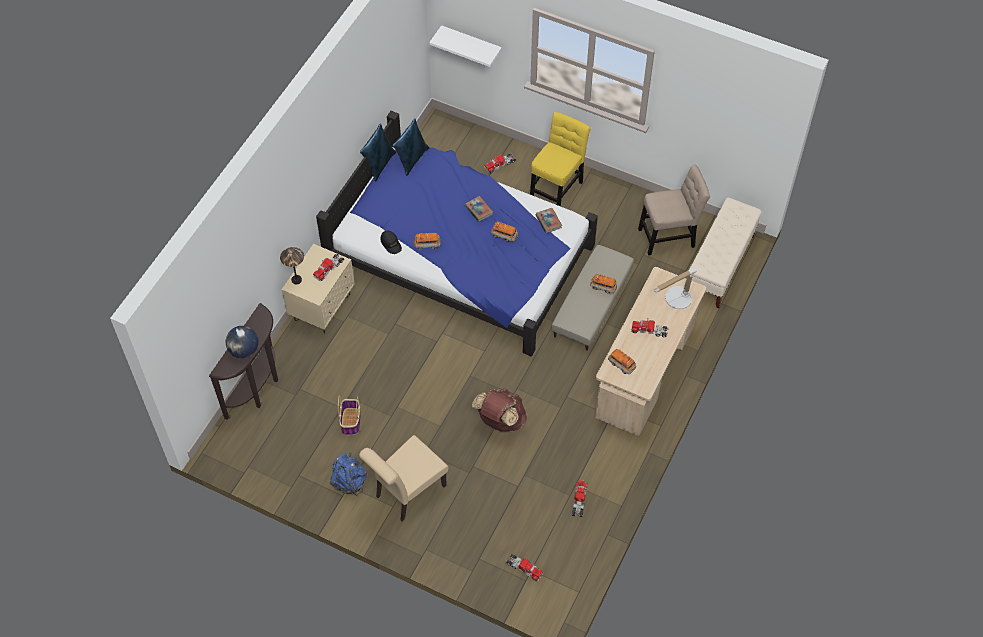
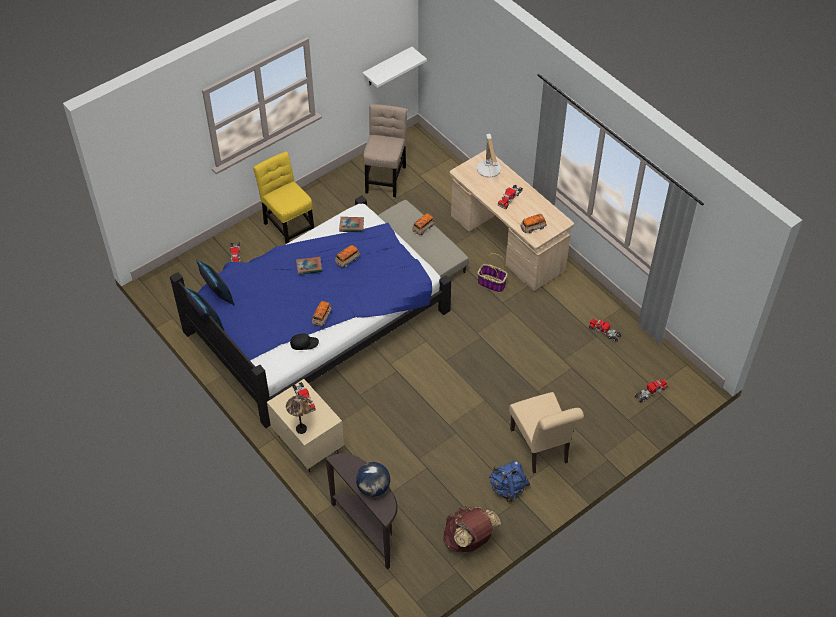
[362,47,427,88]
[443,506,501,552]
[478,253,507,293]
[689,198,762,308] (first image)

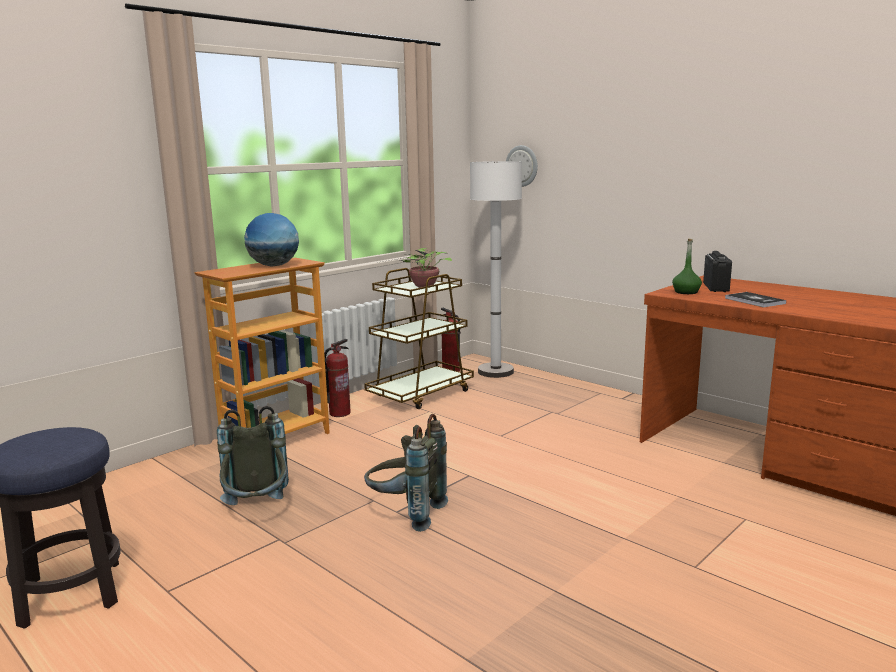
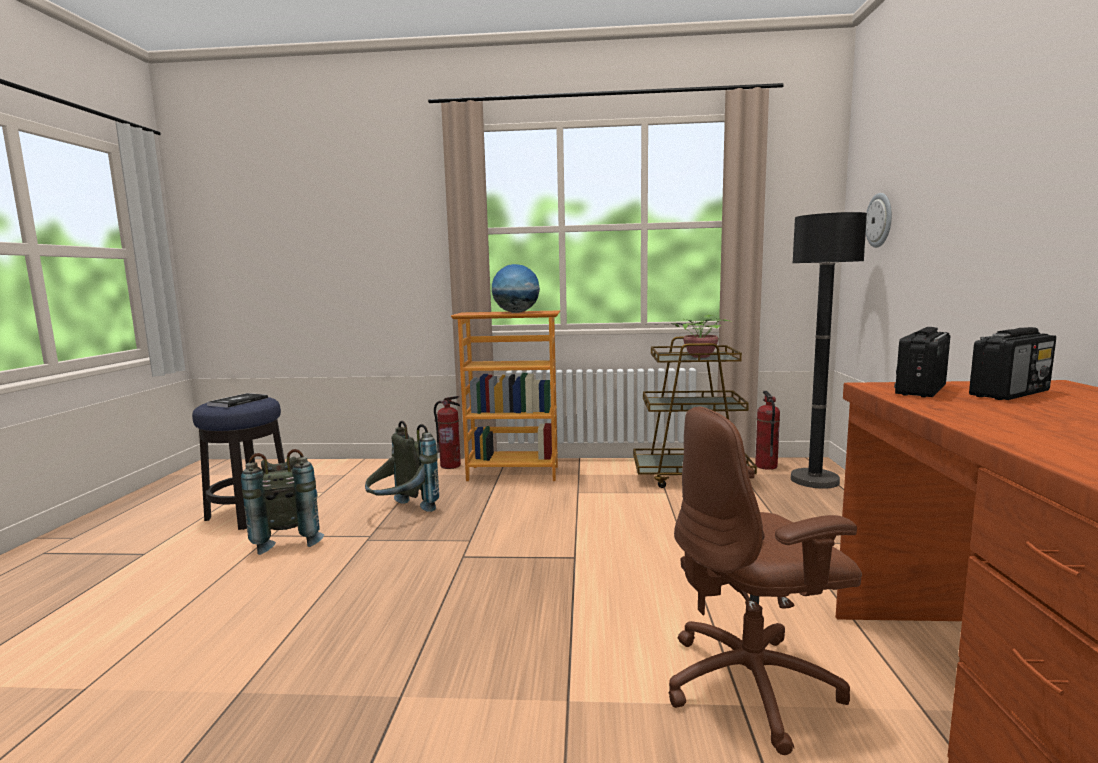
[207,393,268,408]
[241,449,324,555]
[434,396,461,469]
[669,406,862,755]
[791,212,867,489]
[894,327,950,398]

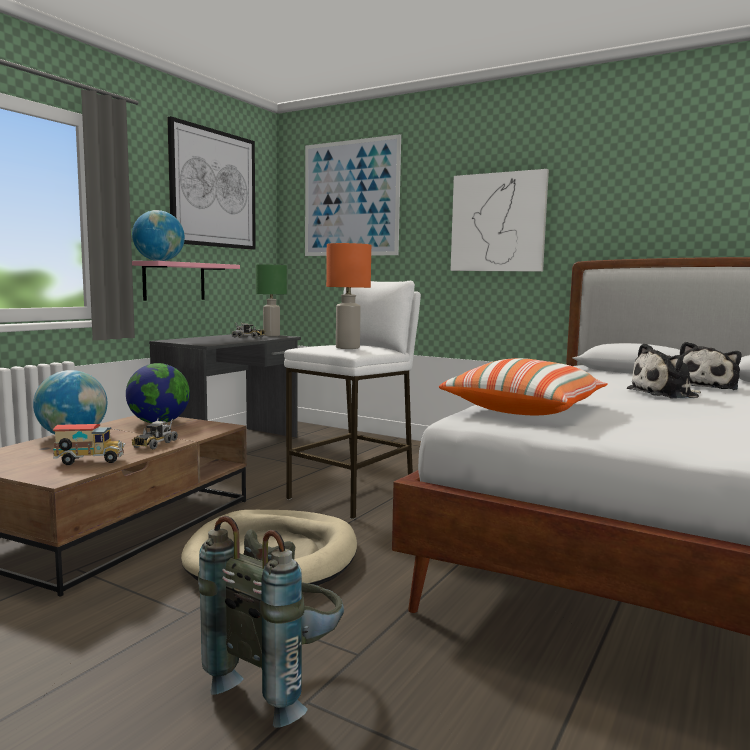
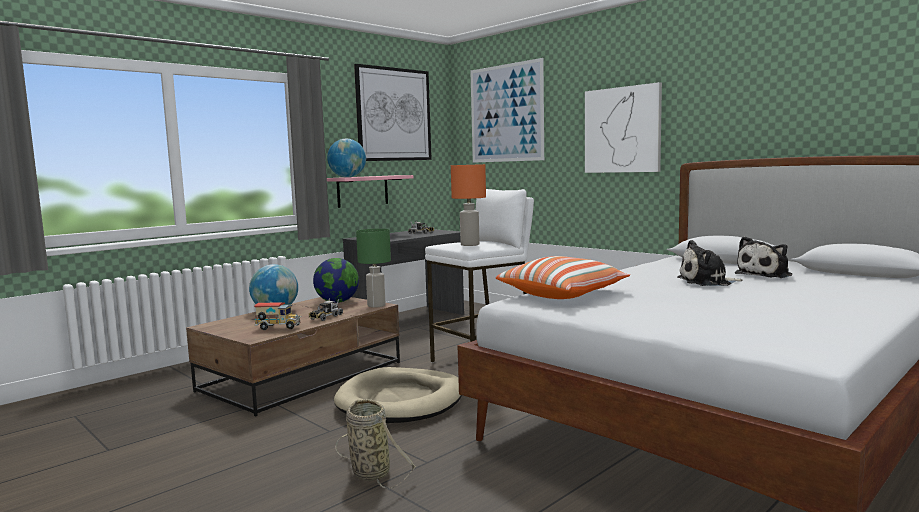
[335,399,416,488]
[356,229,391,308]

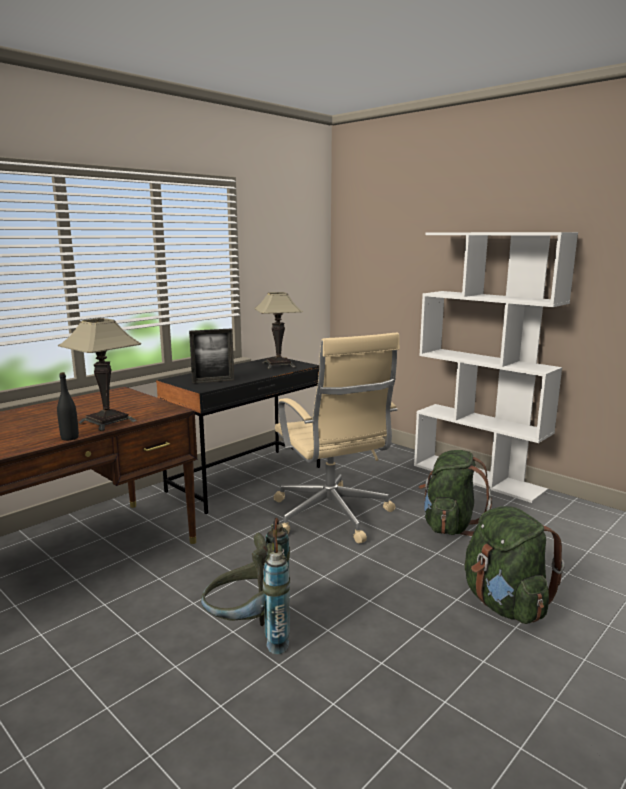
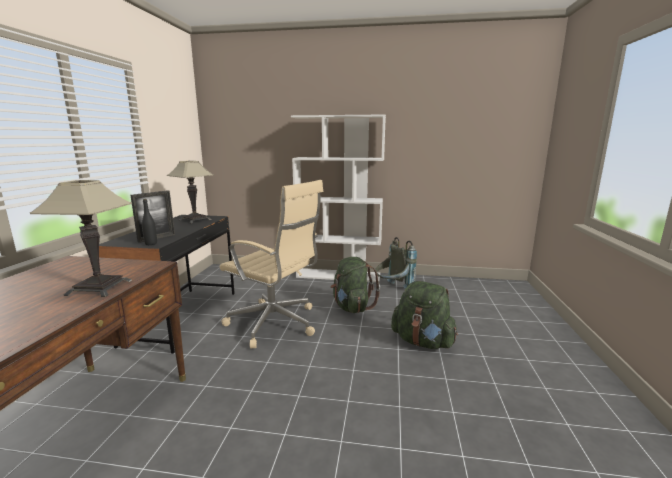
[142,199,157,245]
[375,237,417,289]

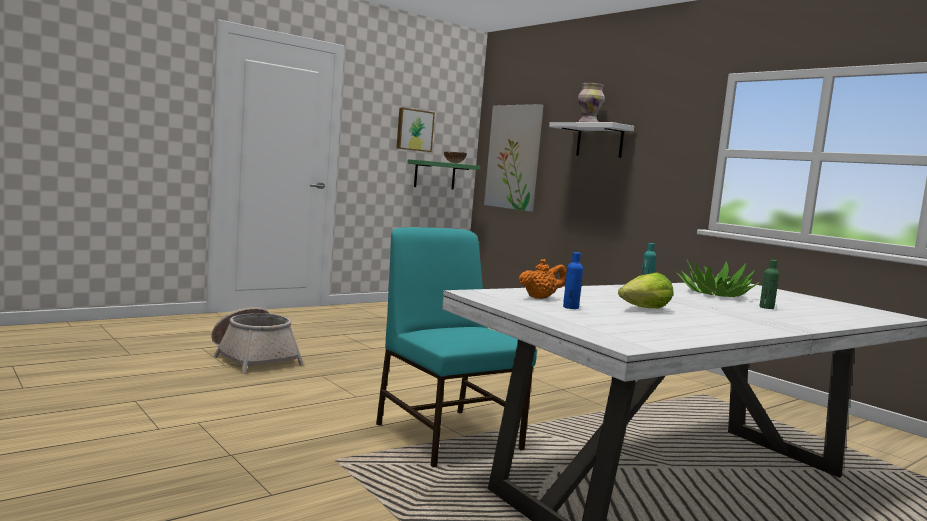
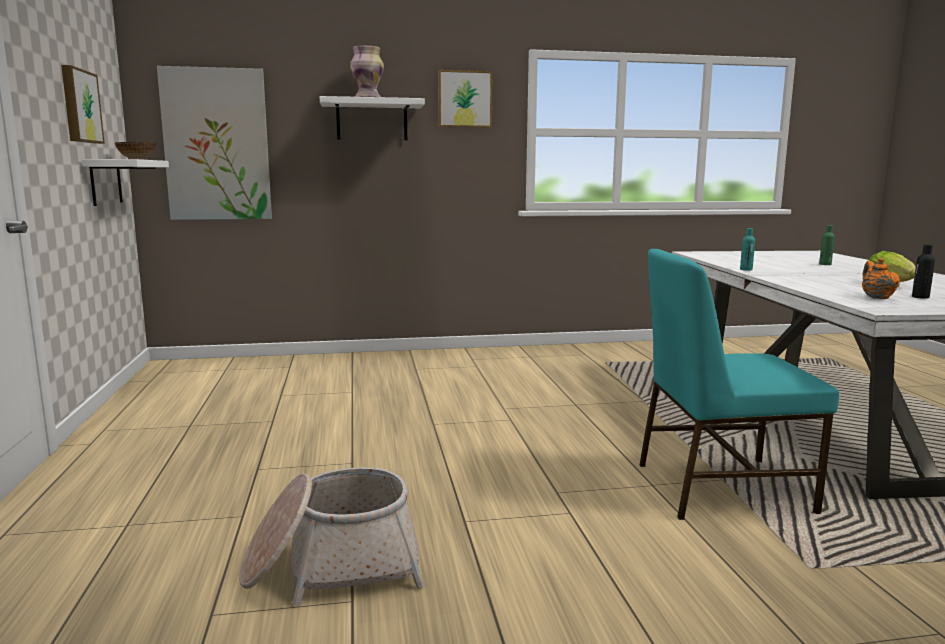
[82,159,169,206]
[438,70,492,128]
[912,244,935,299]
[676,259,760,297] (first image)

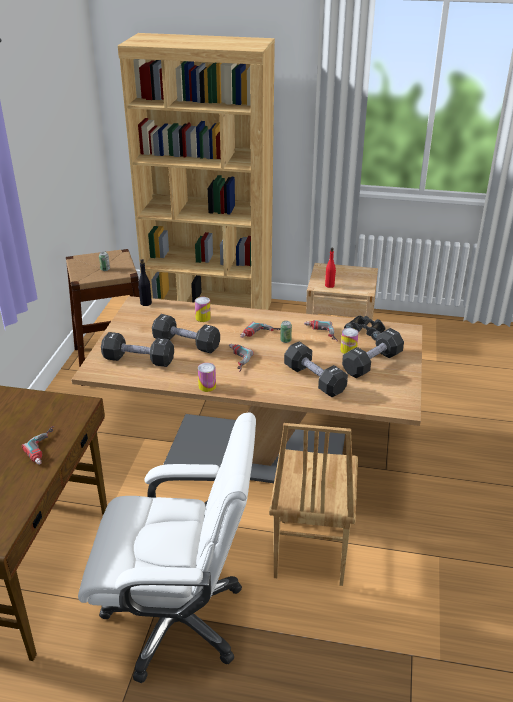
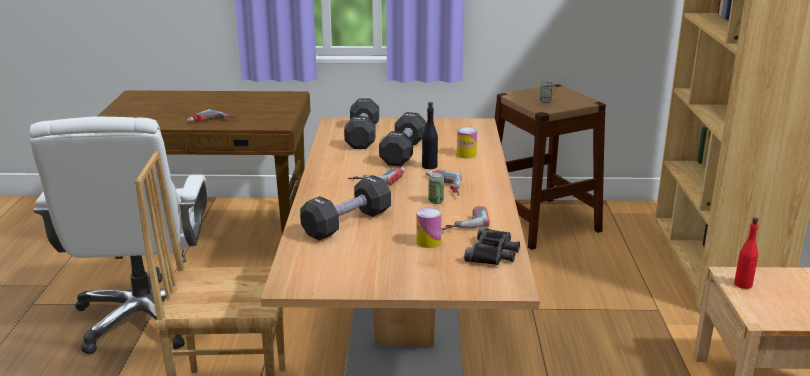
[422,102,438,169]
[198,363,216,392] (first image)
[342,328,404,378] (first image)

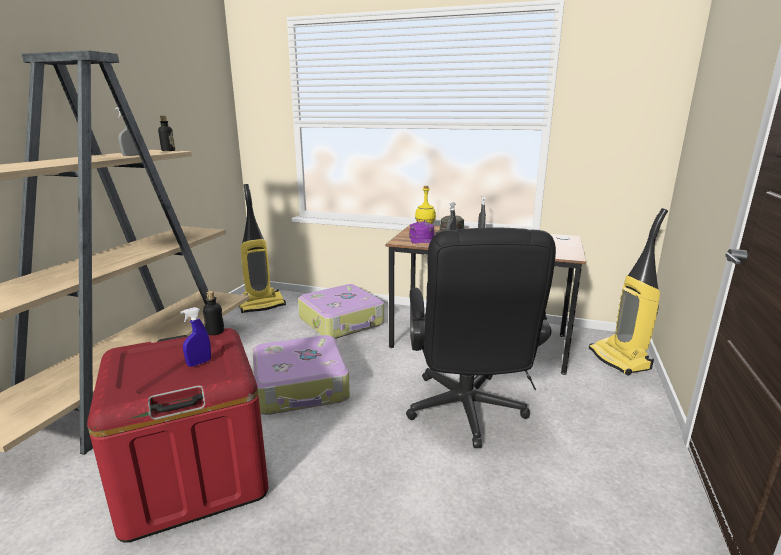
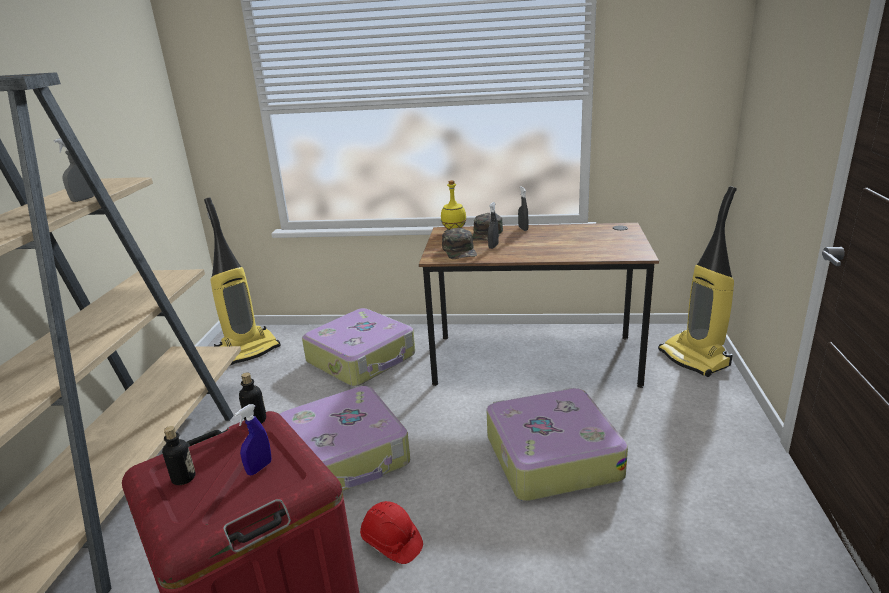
[162,426,196,485]
[360,501,423,564]
[442,228,477,259]
[486,388,628,501]

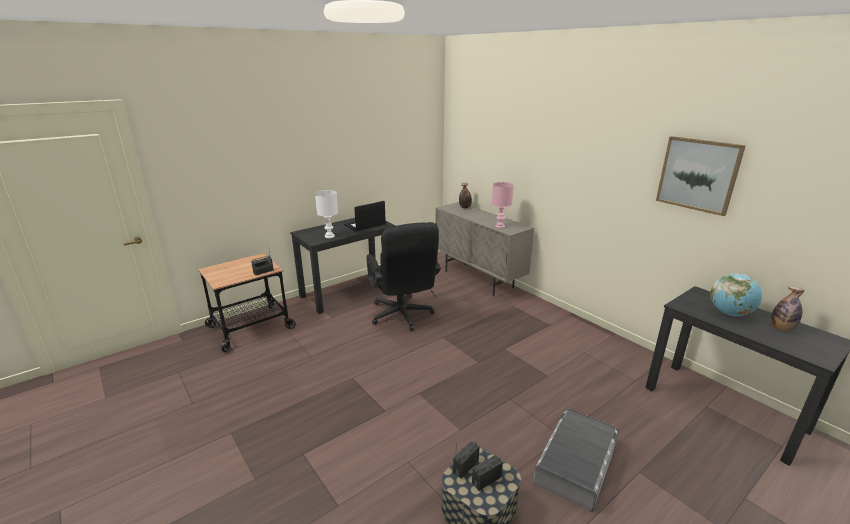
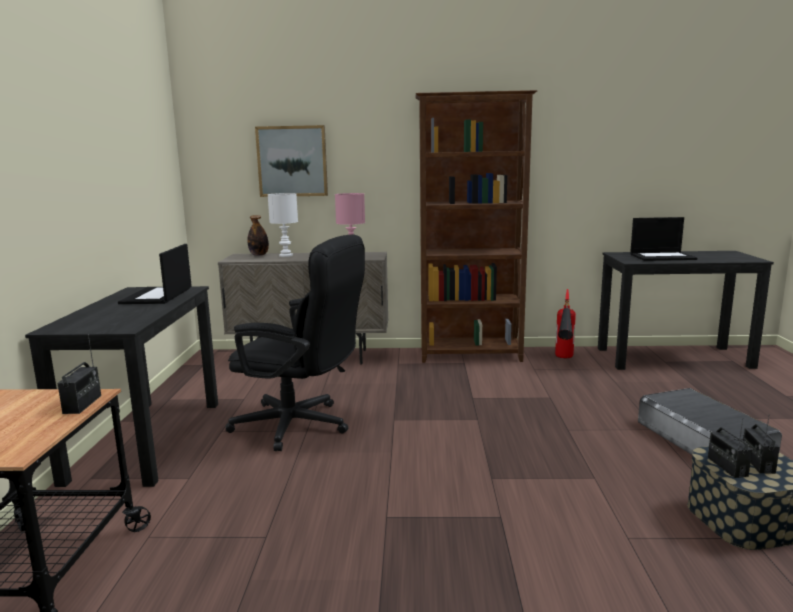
[255,125,328,197]
[268,193,298,257]
[416,90,537,363]
[555,289,576,358]
[630,217,697,261]
[771,286,804,331] (first image)

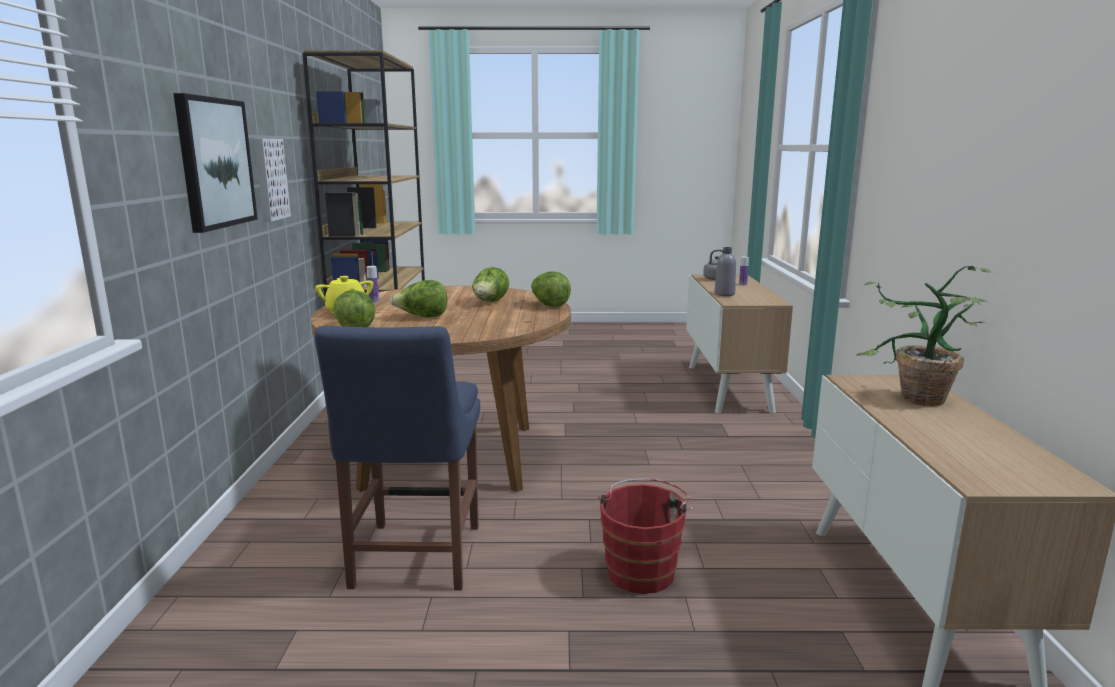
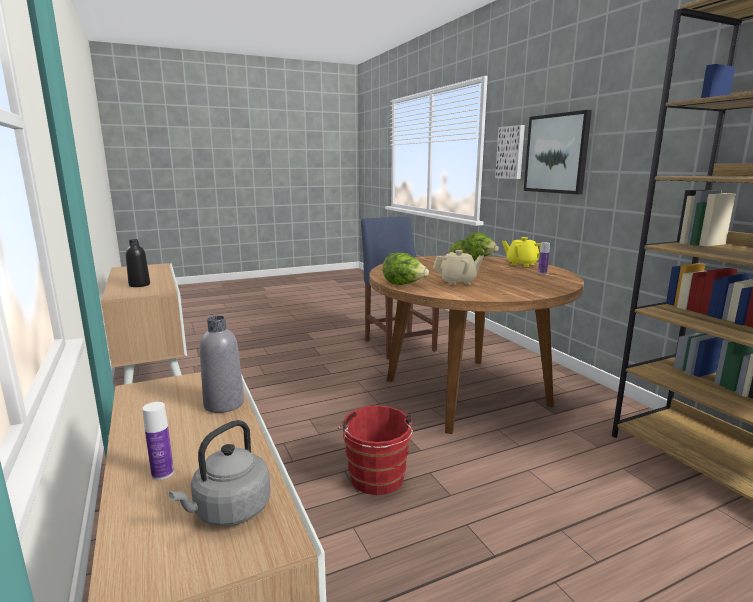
[126,239,150,287]
[338,405,415,495]
[433,250,484,285]
[495,125,525,179]

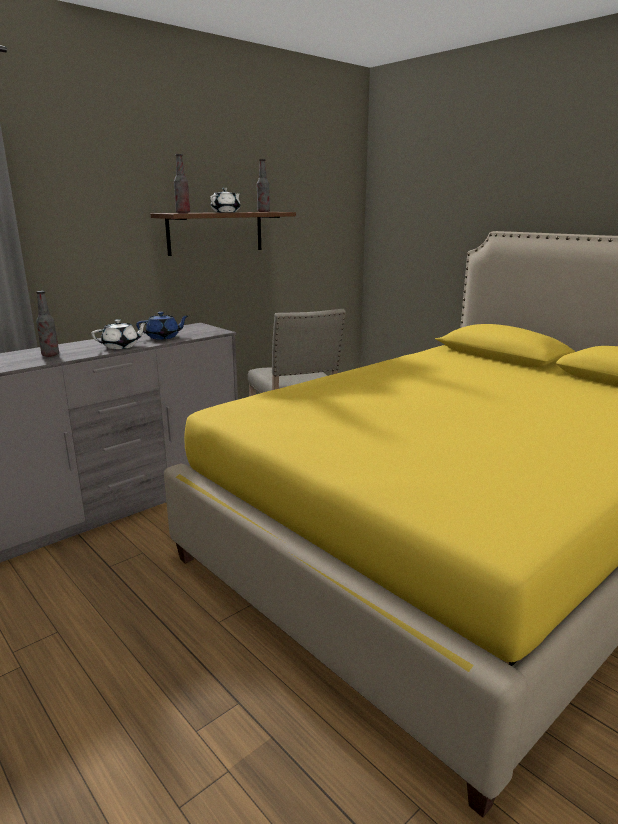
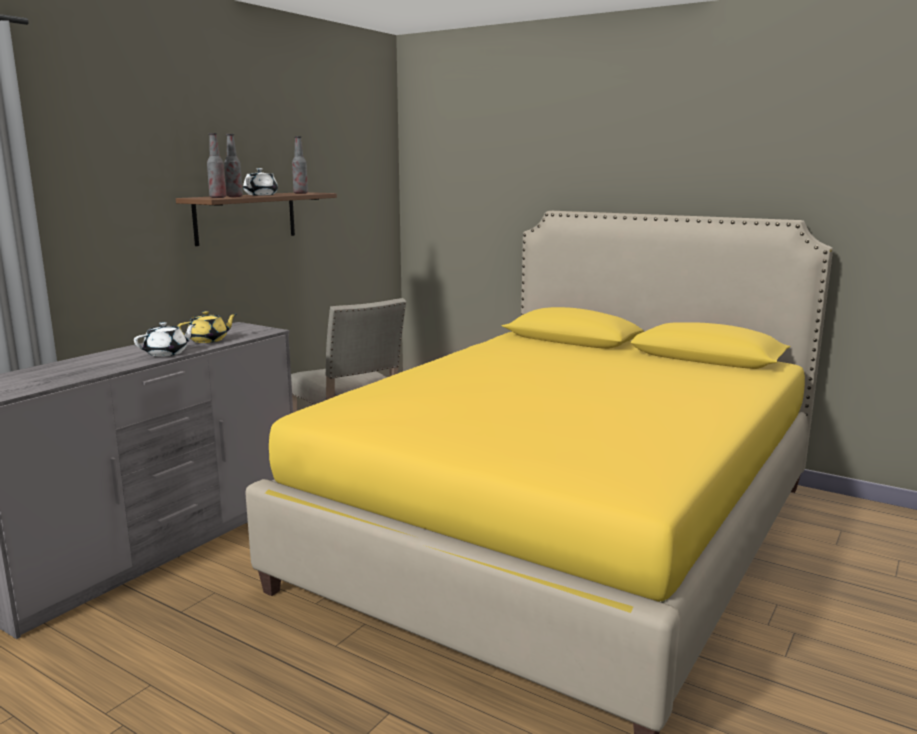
[177,311,237,343]
[224,134,243,197]

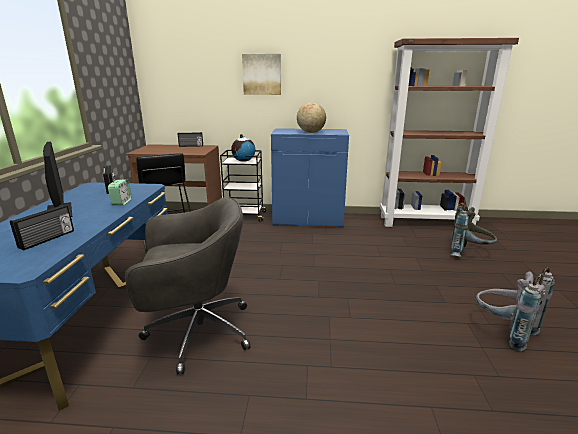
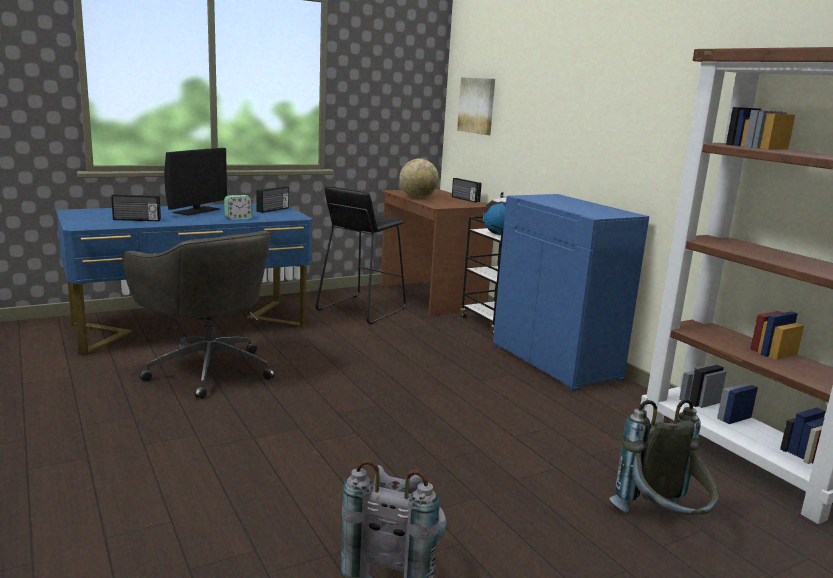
[399,159,439,198]
[457,77,495,135]

